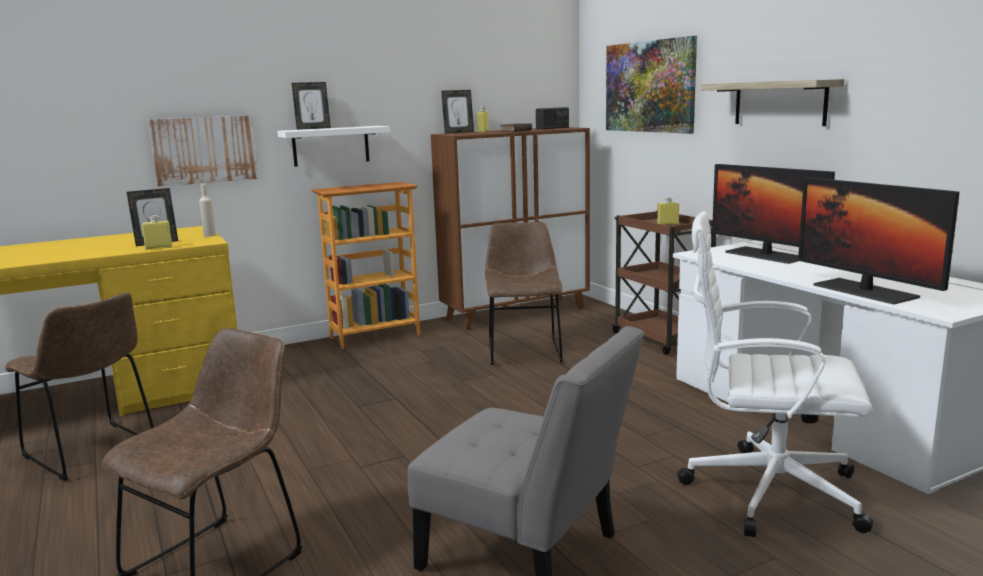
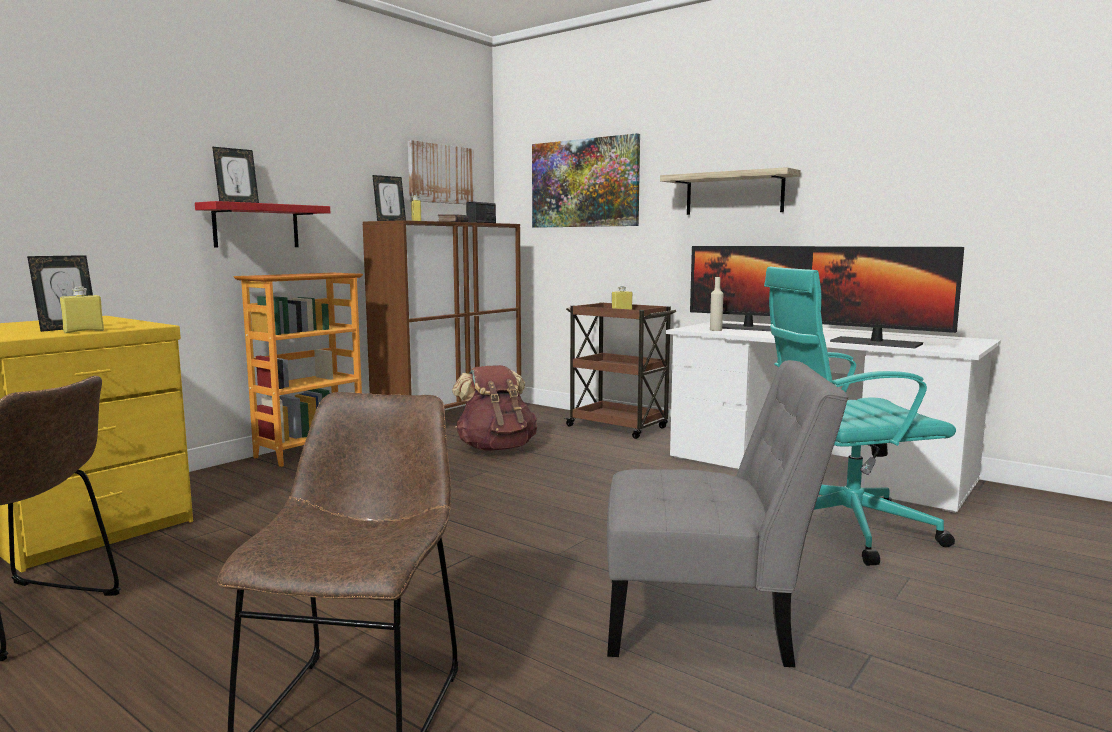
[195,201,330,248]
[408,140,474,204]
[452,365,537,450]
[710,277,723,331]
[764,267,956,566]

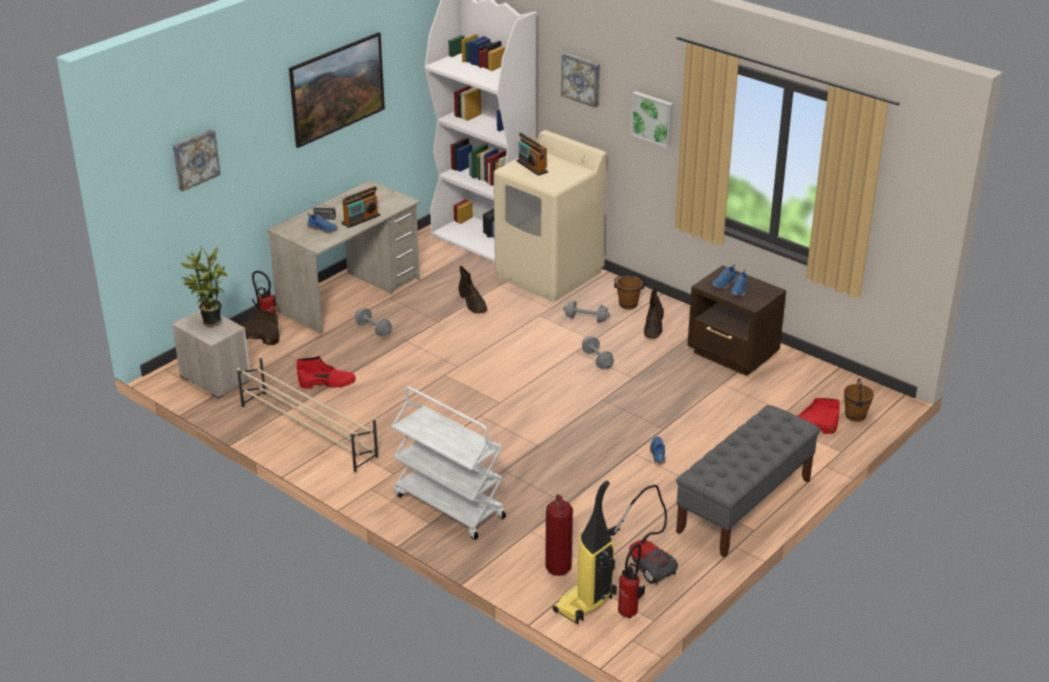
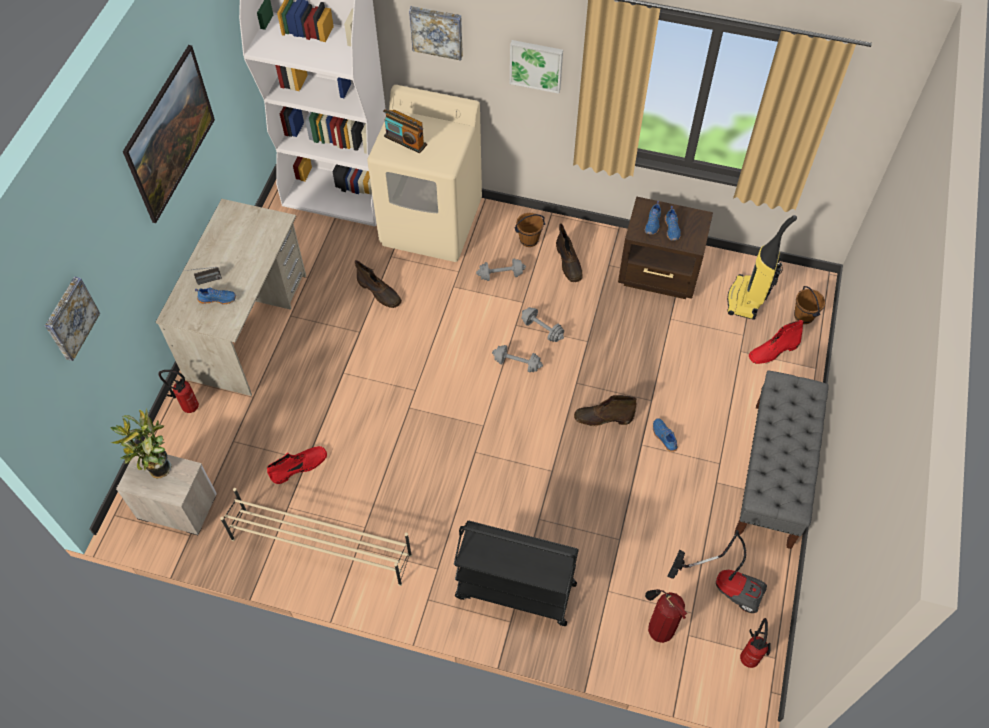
[454,521,579,626]
[492,345,543,373]
[574,395,637,426]
[727,215,797,320]
[341,186,380,228] (first image)

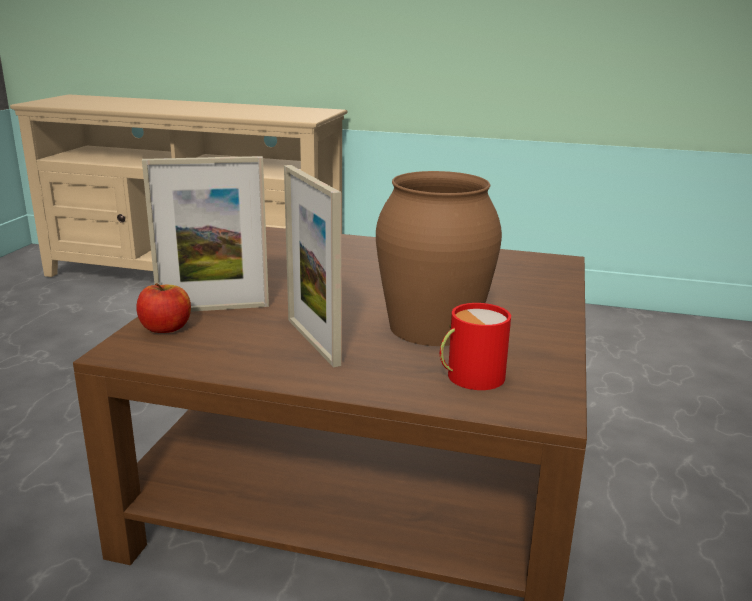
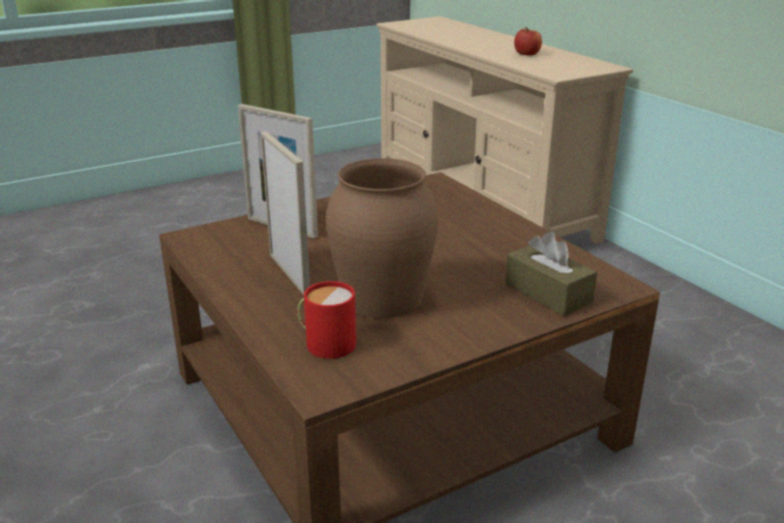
[260,131,310,295]
[505,231,597,316]
[514,27,542,55]

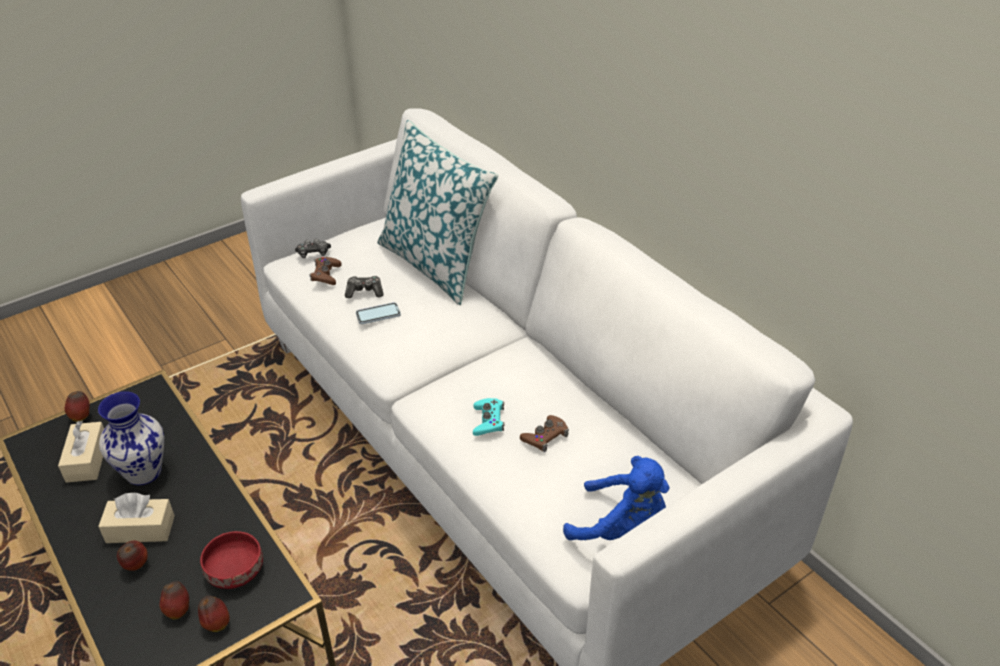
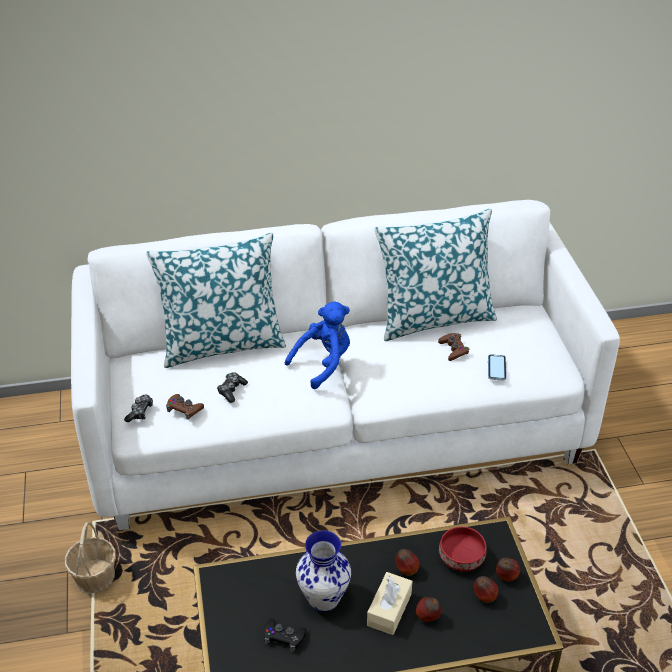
[65,522,116,594]
[264,618,306,652]
[285,301,350,389]
[374,208,497,341]
[396,549,419,576]
[488,354,507,381]
[473,398,504,436] (first image)

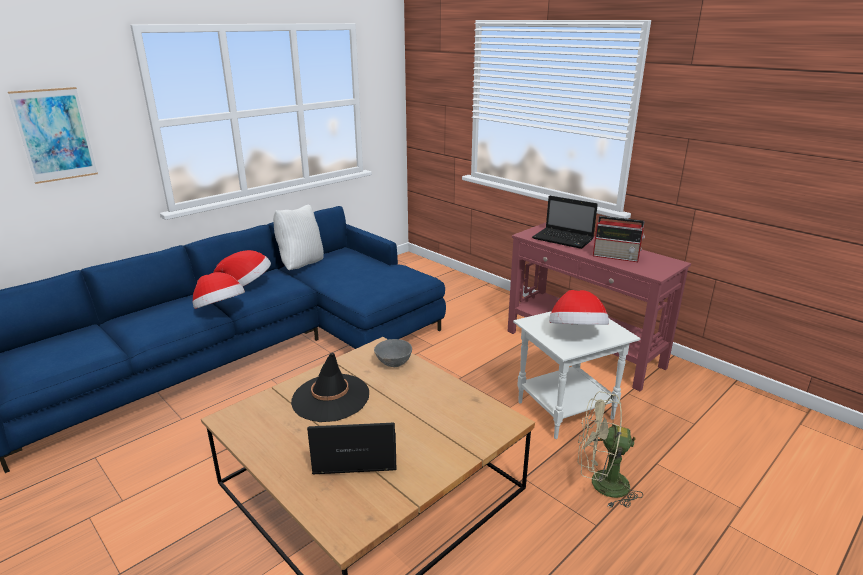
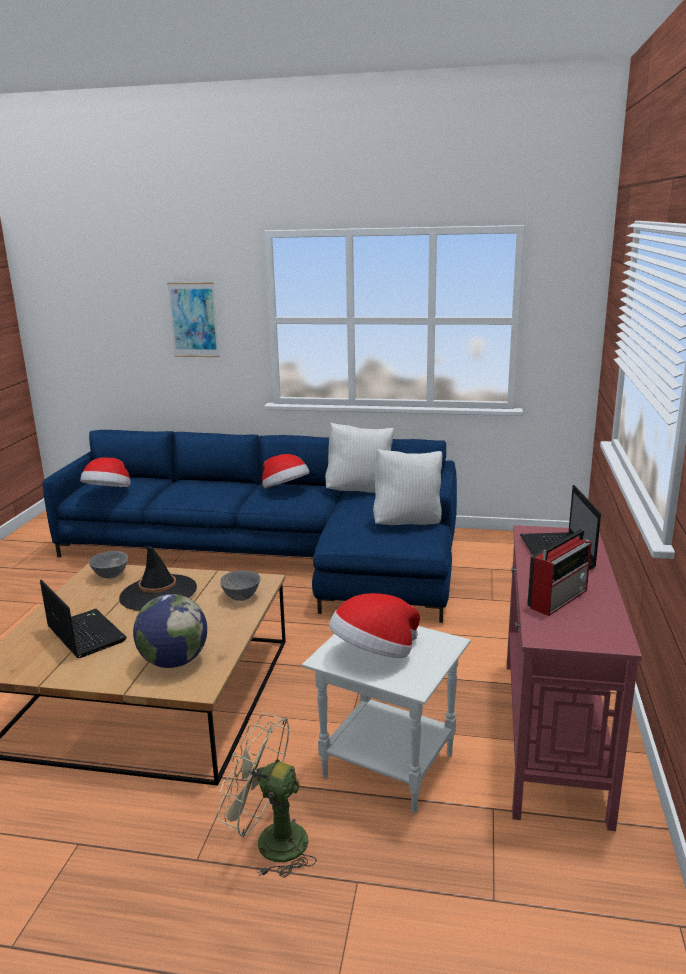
[80,457,131,487]
[89,551,128,578]
[133,594,207,668]
[218,713,317,878]
[373,449,442,525]
[527,529,592,616]

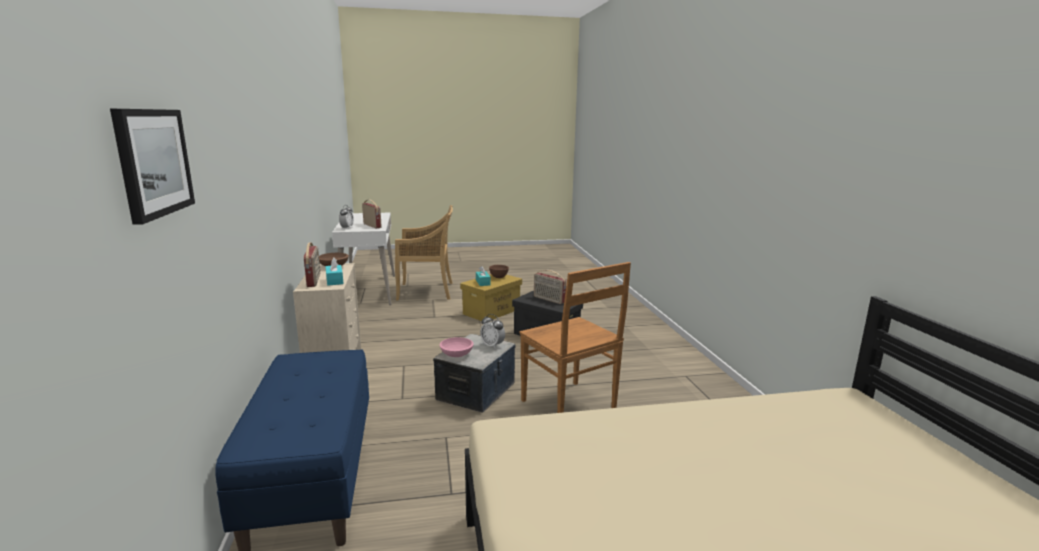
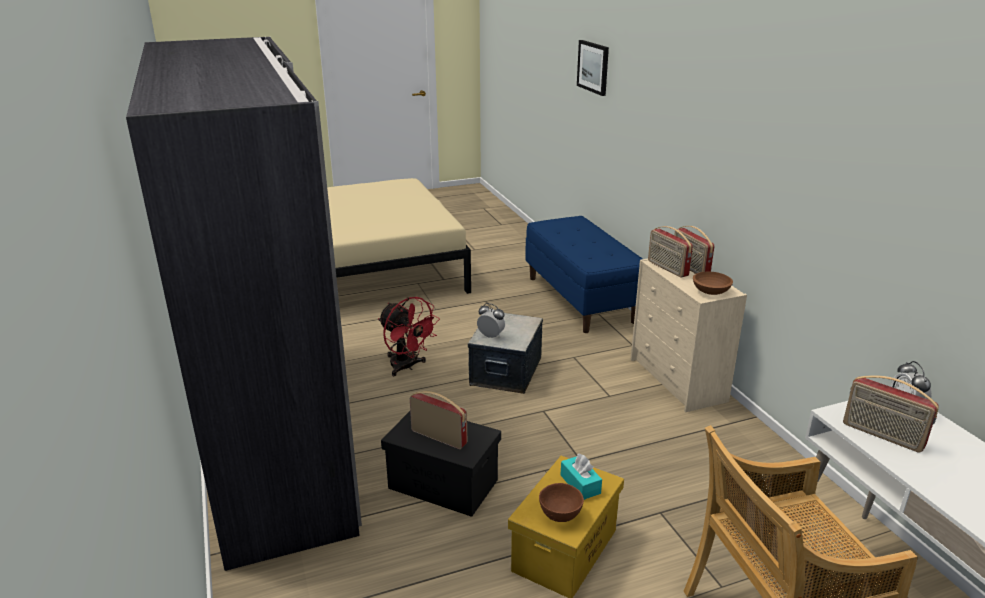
[126,37,362,571]
[378,297,440,376]
[648,226,693,277]
[440,337,473,357] (first image)

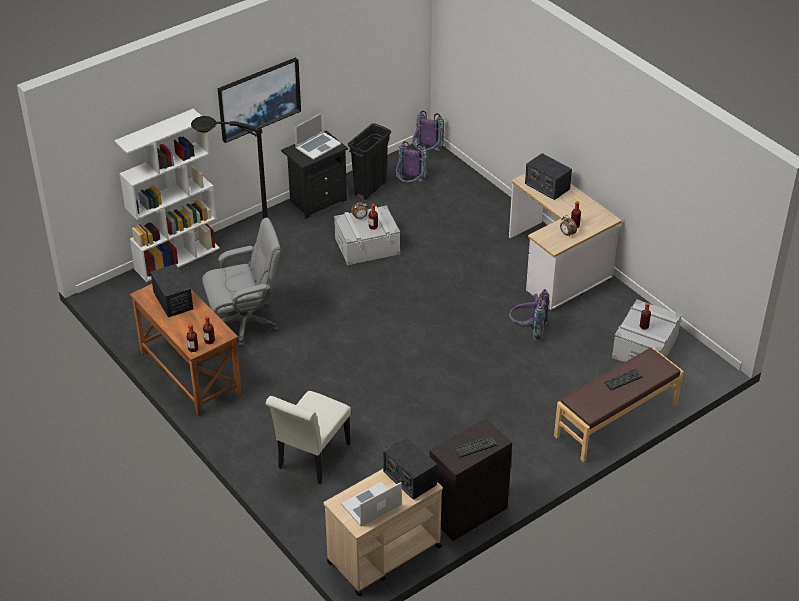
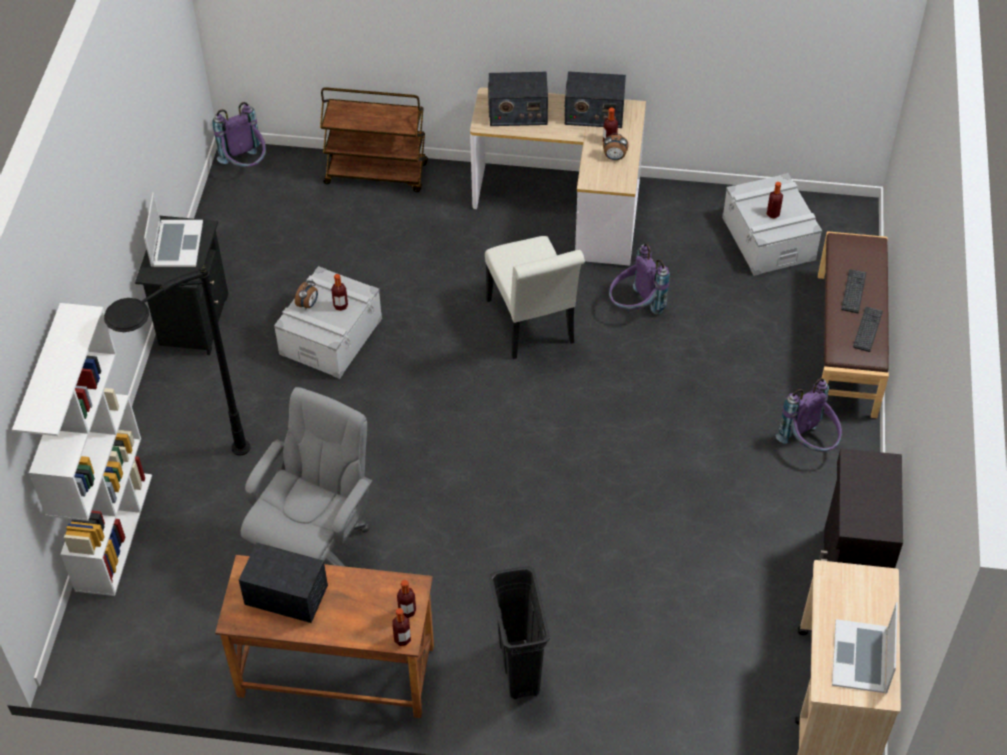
[320,87,428,192]
[485,236,585,359]
[489,567,550,699]
[564,71,626,128]
[775,378,842,452]
[853,306,883,352]
[218,57,301,143] (first image)

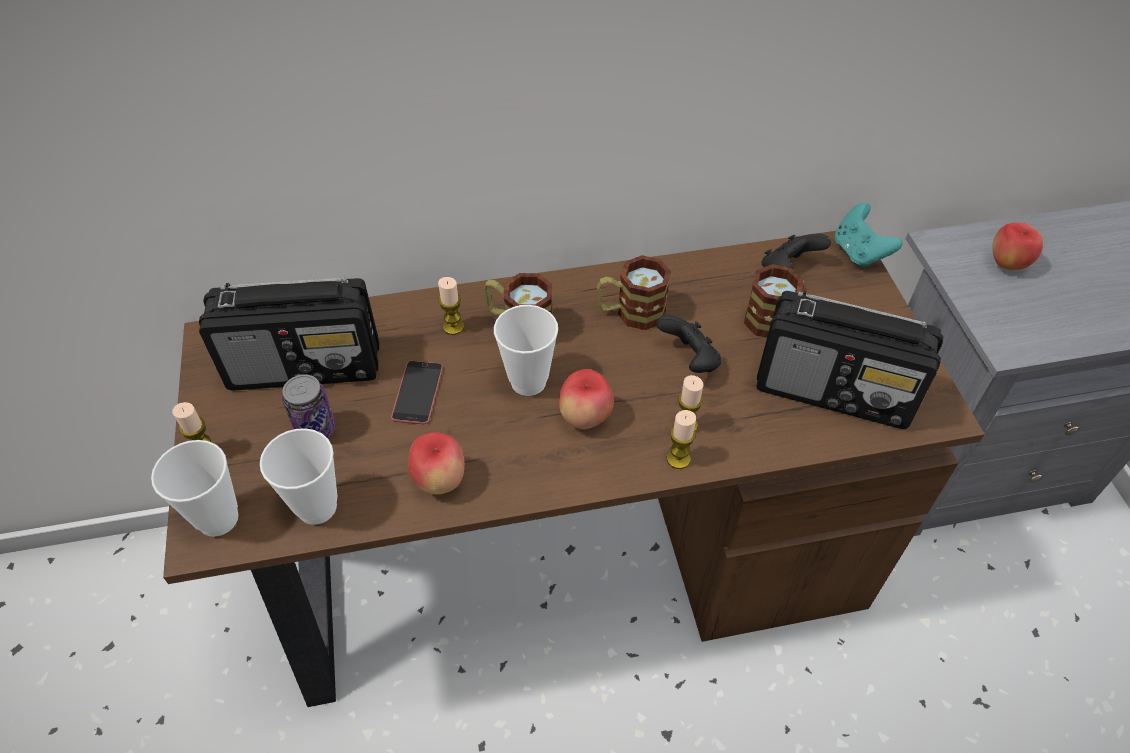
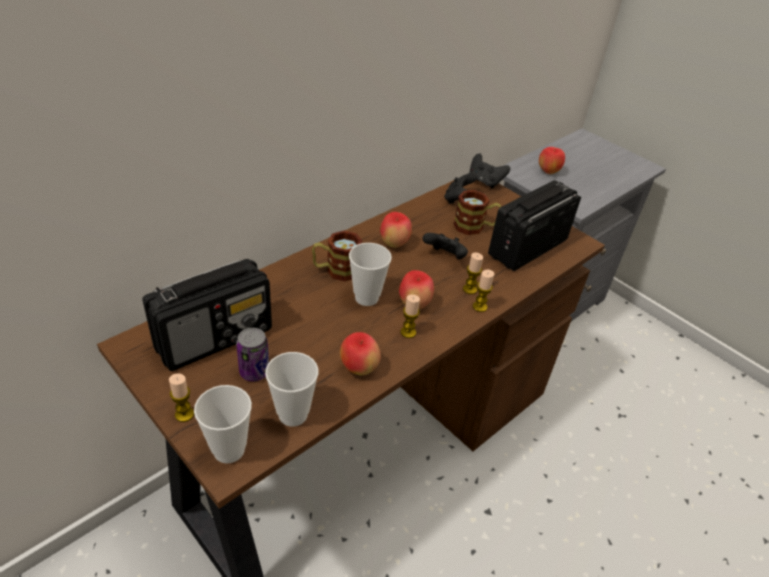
[380,212,412,248]
[400,294,420,338]
[469,153,510,188]
[488,180,581,271]
[391,360,443,424] (first image)

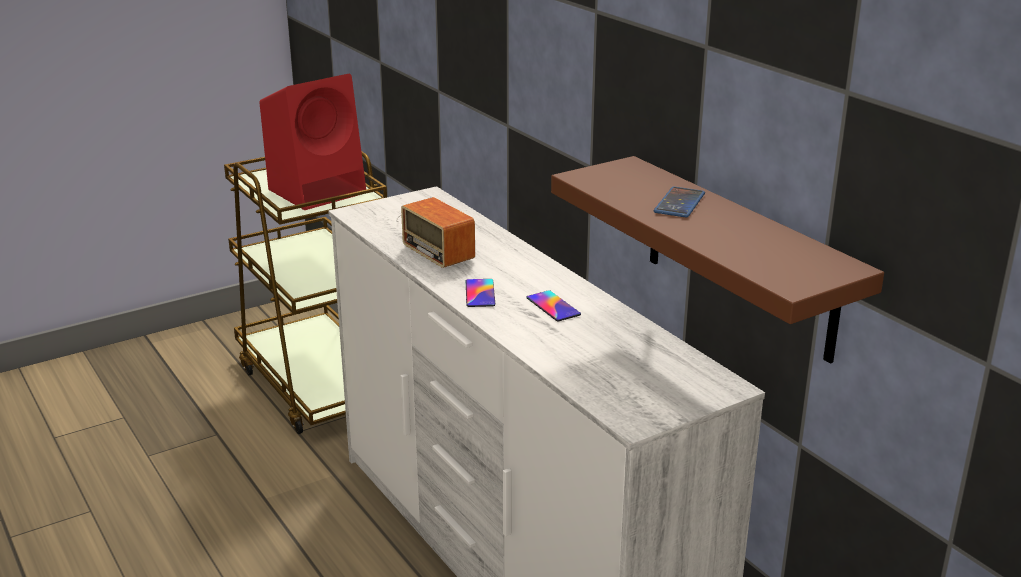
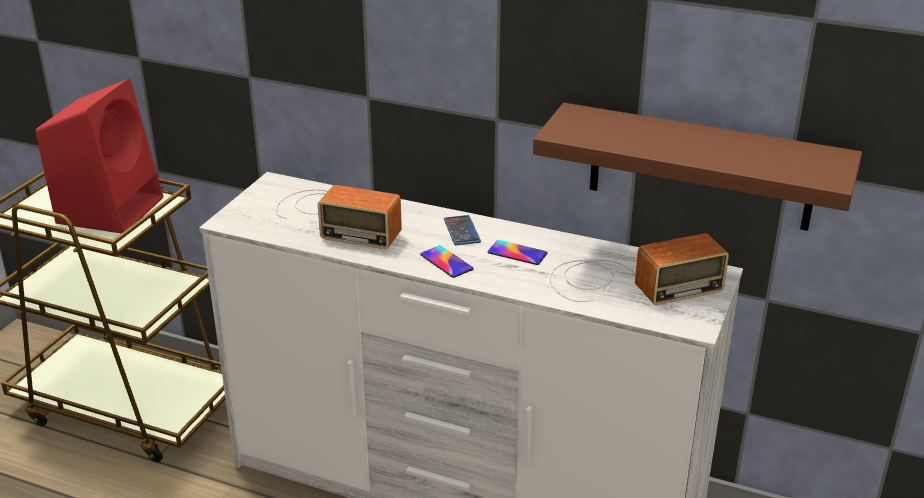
[444,215,481,245]
[550,233,729,305]

